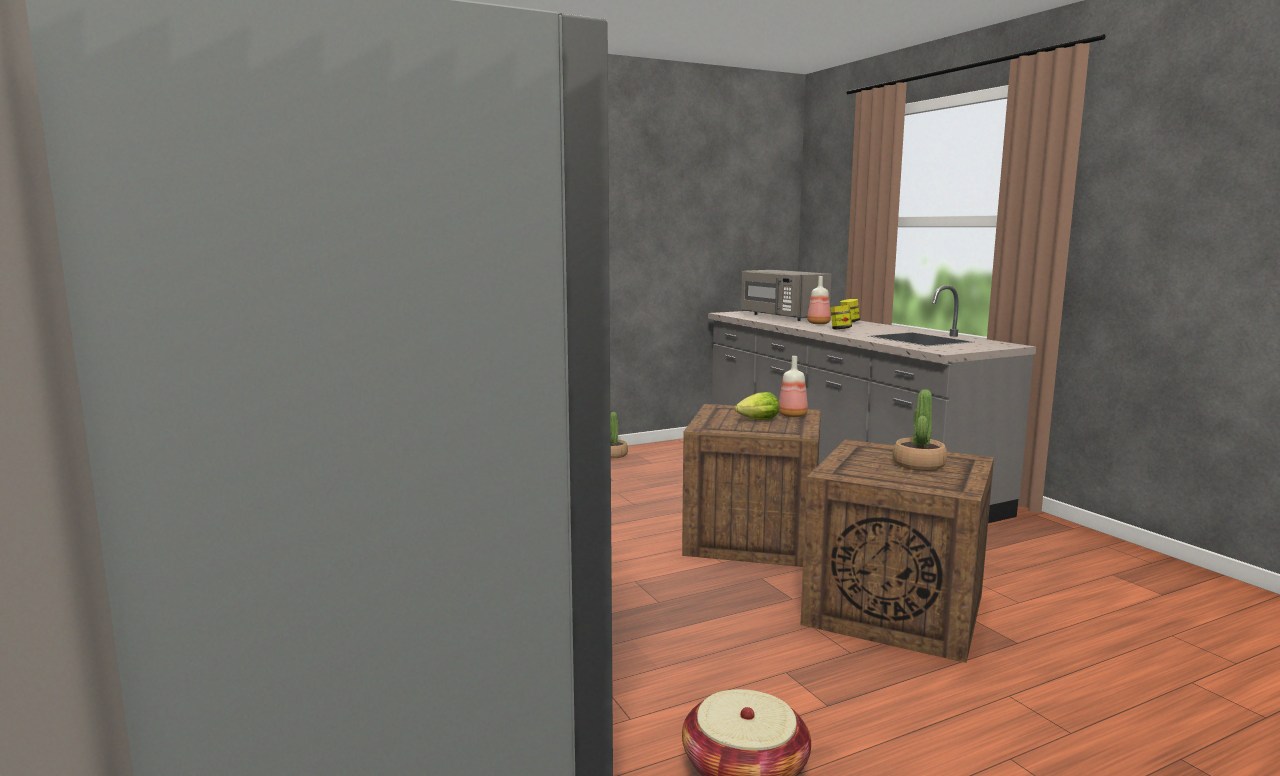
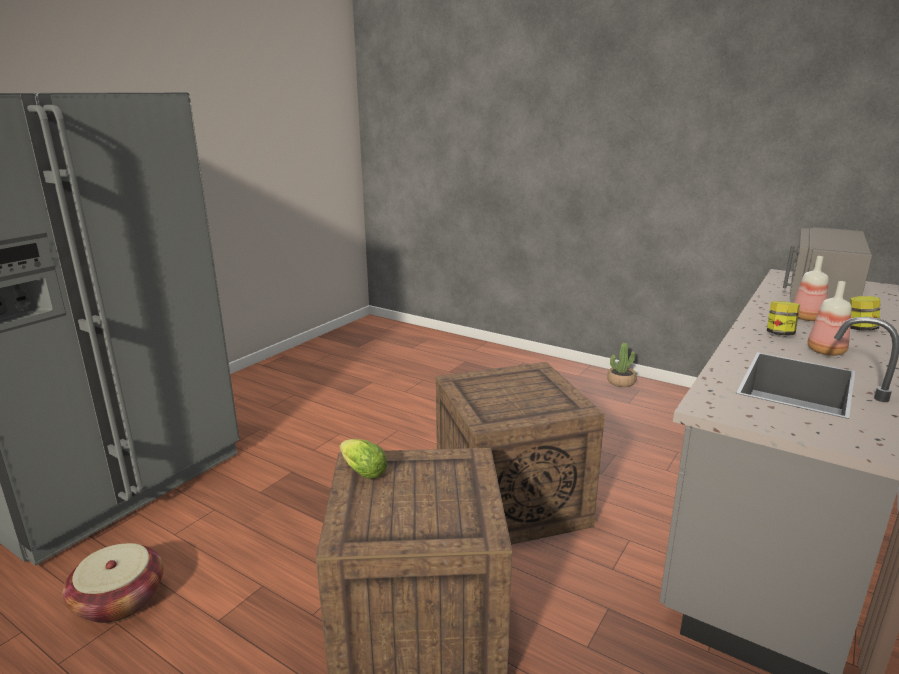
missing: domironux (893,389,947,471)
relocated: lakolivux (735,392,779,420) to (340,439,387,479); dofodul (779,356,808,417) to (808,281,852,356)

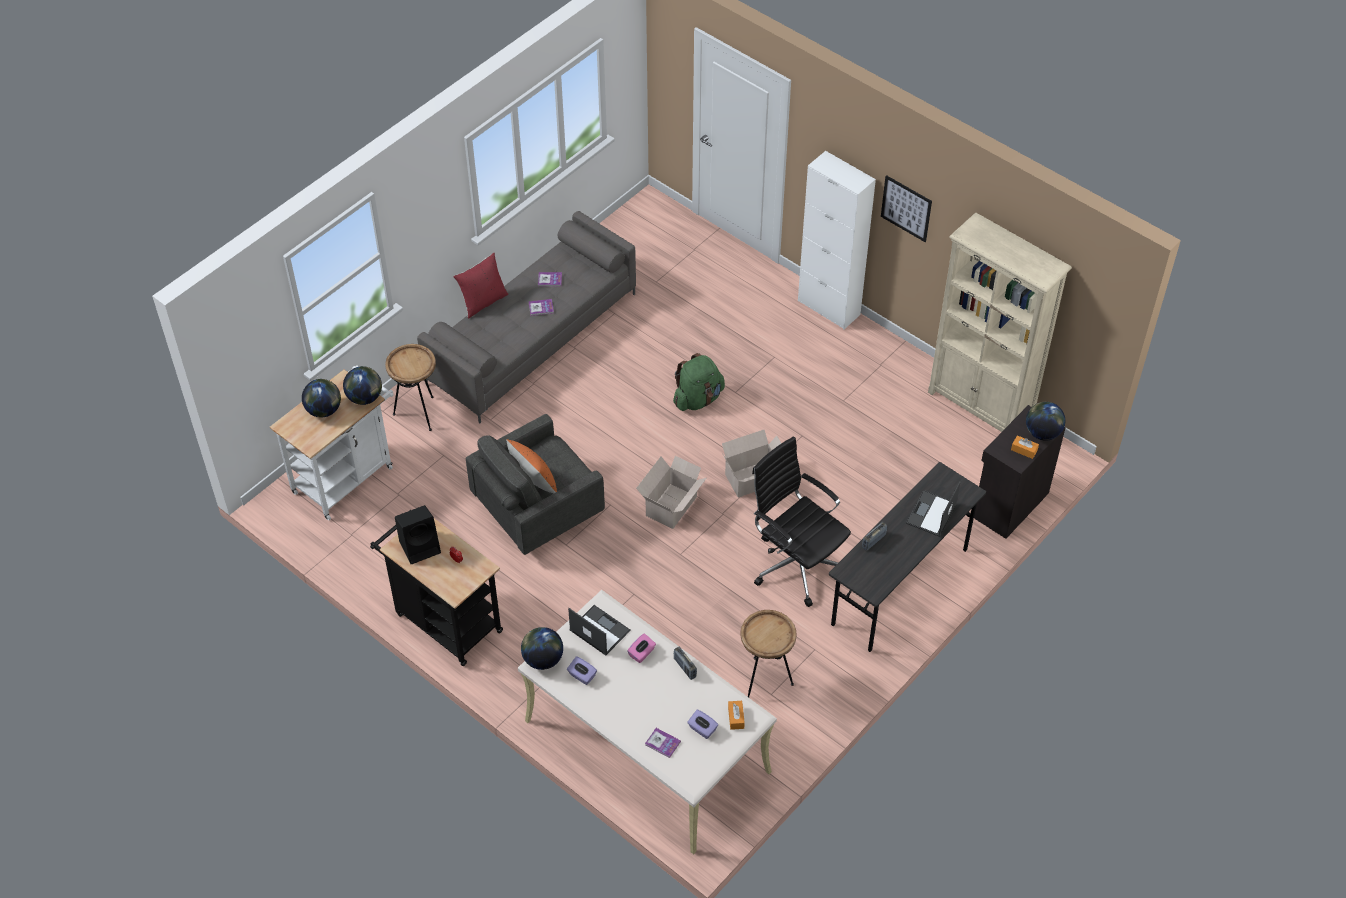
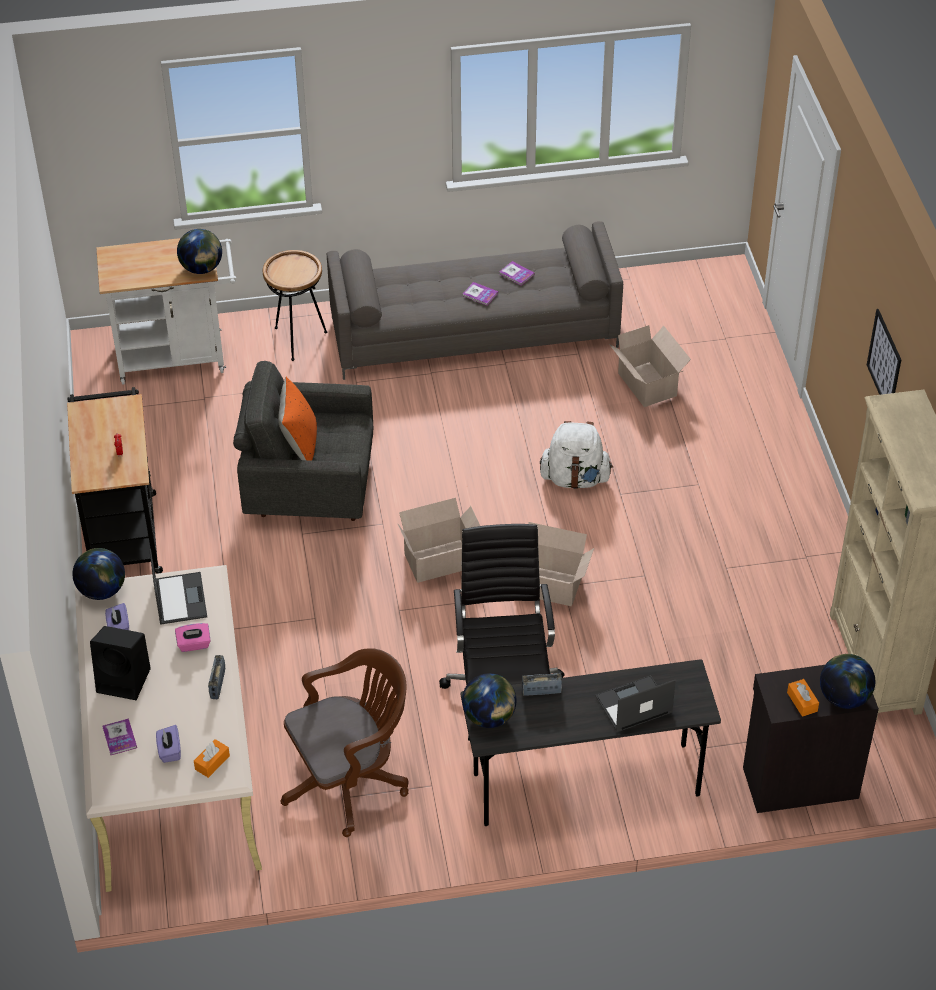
missing: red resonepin (453,252,508,319); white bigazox (798,151,876,329)
appeared: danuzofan (609,325,691,407)
relocated: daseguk (302,379,341,418) to (462,673,517,728); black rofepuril (395,505,441,564) to (90,626,151,700)
exchanged: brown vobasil (740,610,797,697) to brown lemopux (280,648,409,837)
colour: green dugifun (673,353,725,411) to white dugifun (540,421,613,489)

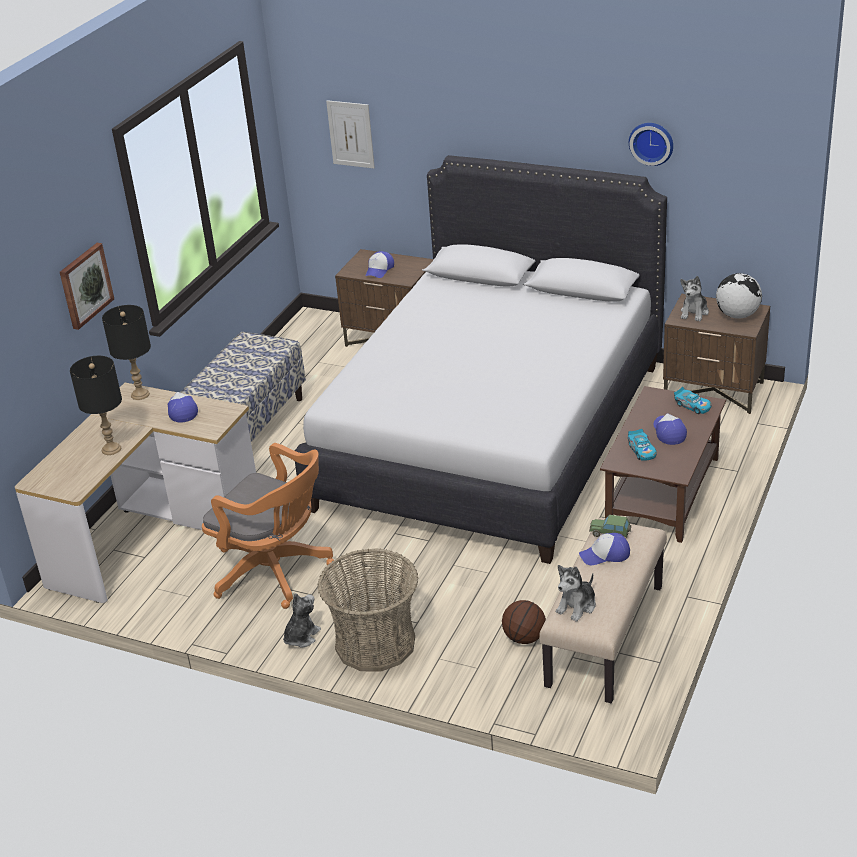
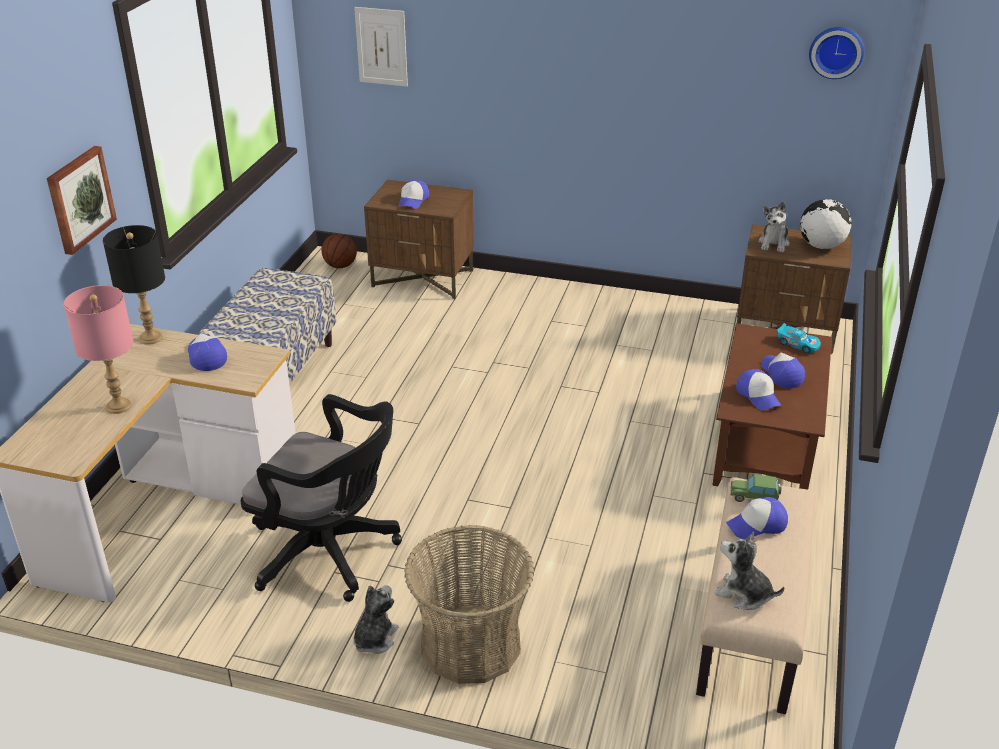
missing: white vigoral (295,155,667,564)
relocated: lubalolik (502,600,546,644) to (322,233,357,269); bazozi (629,123,673,166) to (809,27,864,79)
exchanged: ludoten (628,429,657,461) to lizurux (736,369,781,410)
colour: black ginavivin (70,356,122,455) to pink ginavivin (64,285,133,414); orange lemopux (202,443,334,609) to black lemopux (241,394,402,602)
spun: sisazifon (556,565,596,622) = (715,532,784,610) 90 degrees clockwise

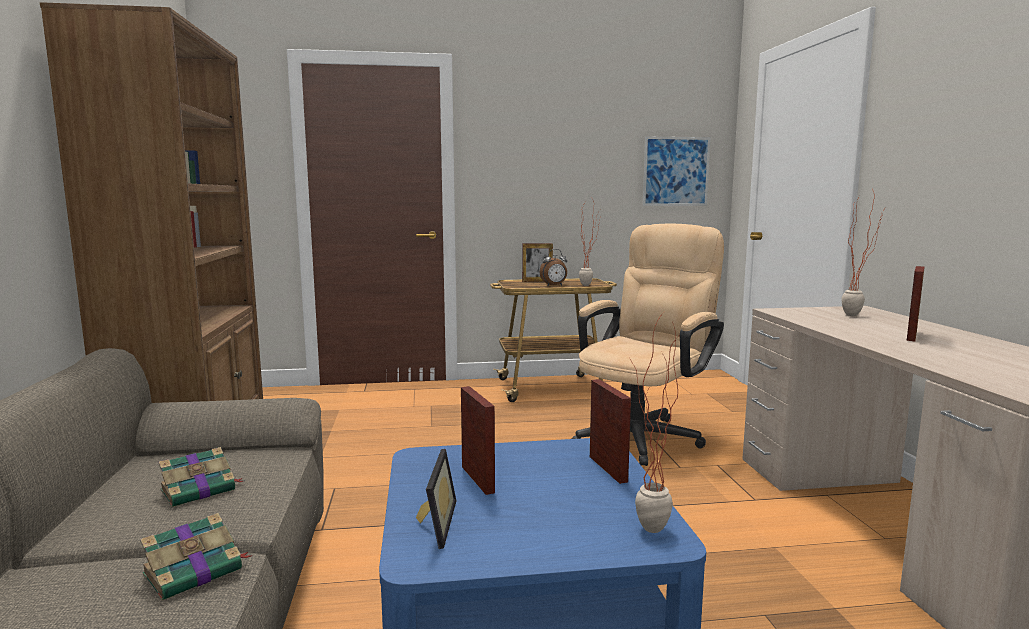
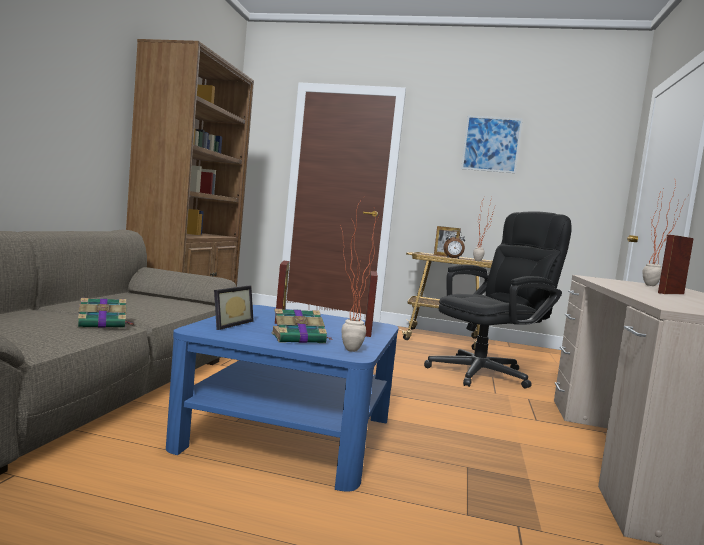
relocated: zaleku (159,447,243,507) to (272,309,334,343); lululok (643,137,711,206) to (461,116,523,173)
colour: beige lemopux (572,224,724,466) to black lemopux (424,211,572,389)

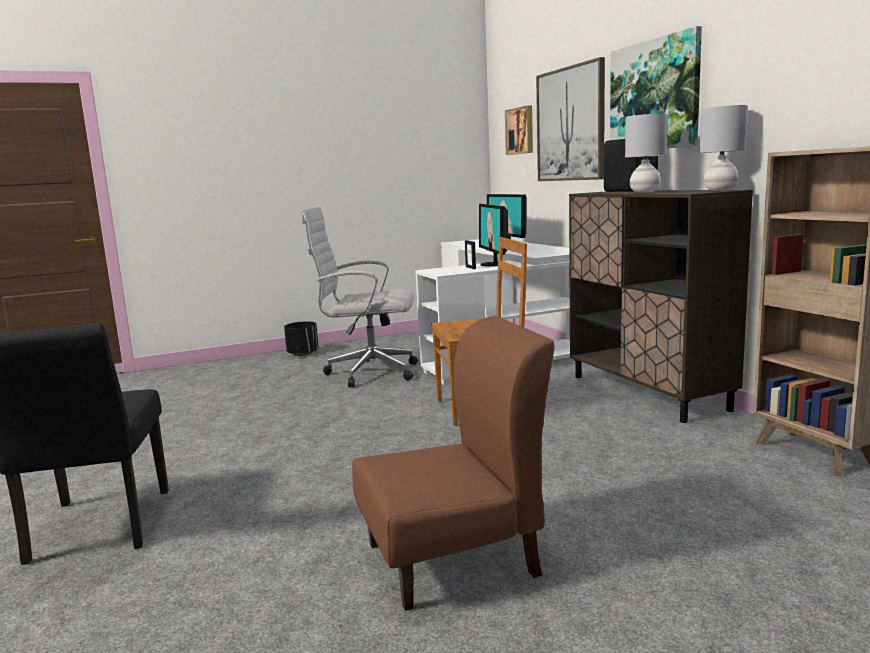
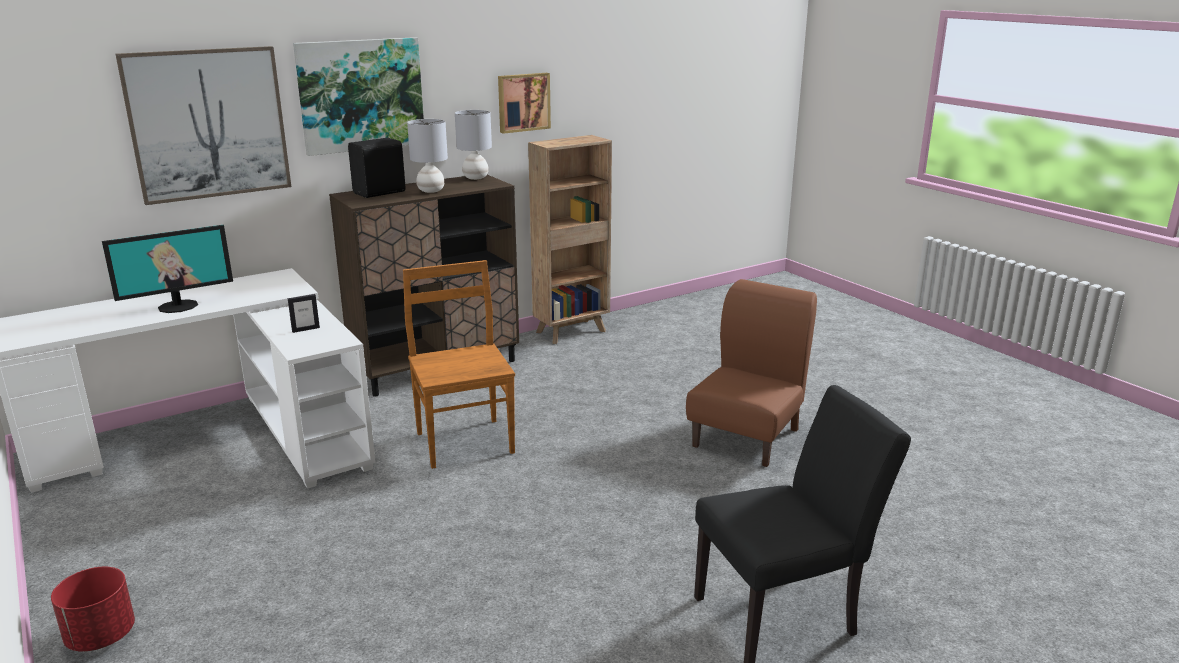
missing: white lemopux (302,207,418,387); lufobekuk (479,204,508,267)
relocated: lululok (505,105,533,155) to (498,73,551,134)
colour: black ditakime (284,321,319,356) to red ditakime (51,567,135,652)
spun: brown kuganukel (352,316,555,611) = (686,279,817,467) 60 degrees clockwise

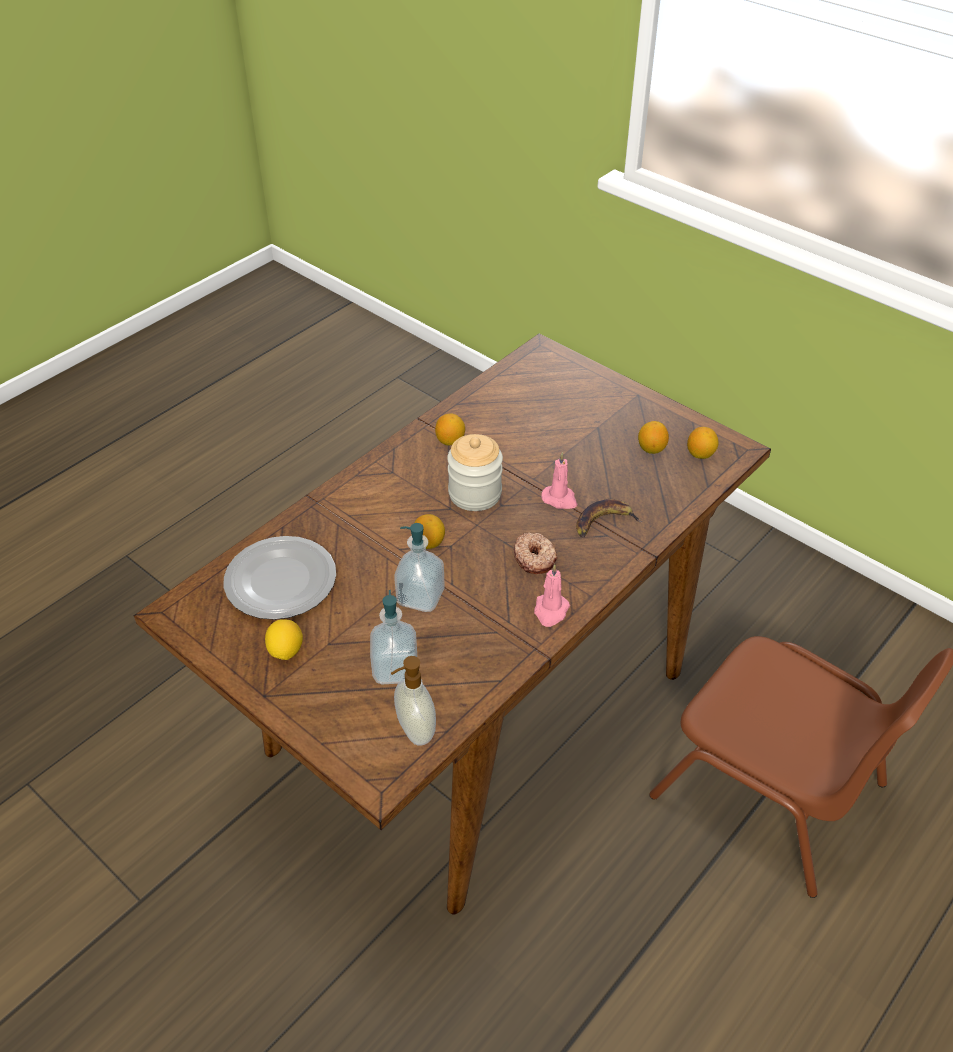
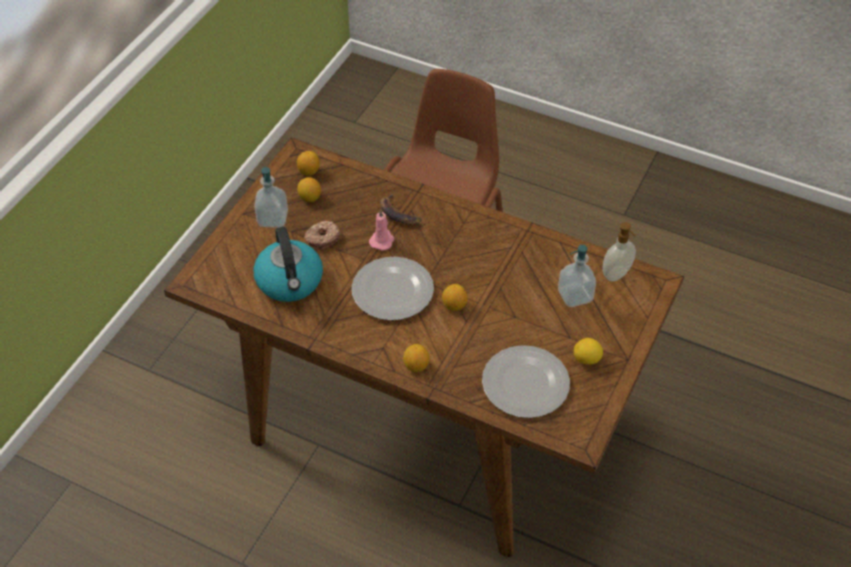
missing: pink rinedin (534,564,570,627)
appeared: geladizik (253,227,323,302)
relocated: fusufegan (394,523,445,612) to (254,167,288,228); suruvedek (435,413,465,445) to (403,344,430,372); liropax (514,533,558,574) to (304,220,340,250)
exchanged: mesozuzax (447,434,503,511) to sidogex (352,257,434,320)

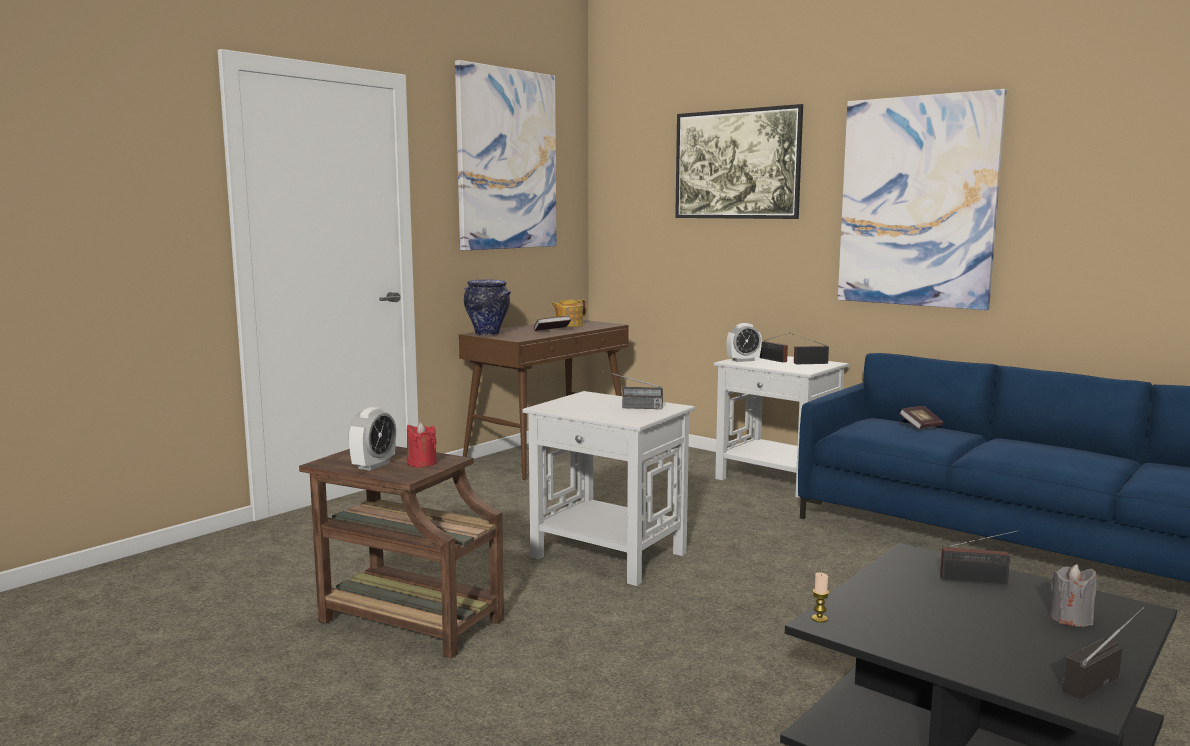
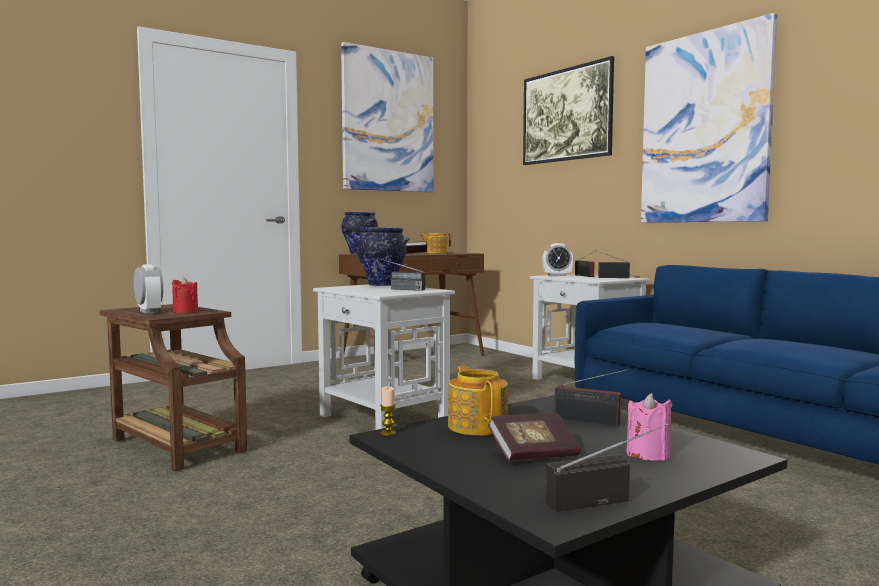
appeared: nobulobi (355,227,410,286); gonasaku (448,366,508,435)
relocated: zaleku (899,406,943,429) to (488,413,581,461)
colour: grey rinedin (1050,564,1097,627) to pink rinedin (627,393,672,461)
spun: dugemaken (348,407,396,471) = (134,264,163,314) 75 degrees counterclockwise

